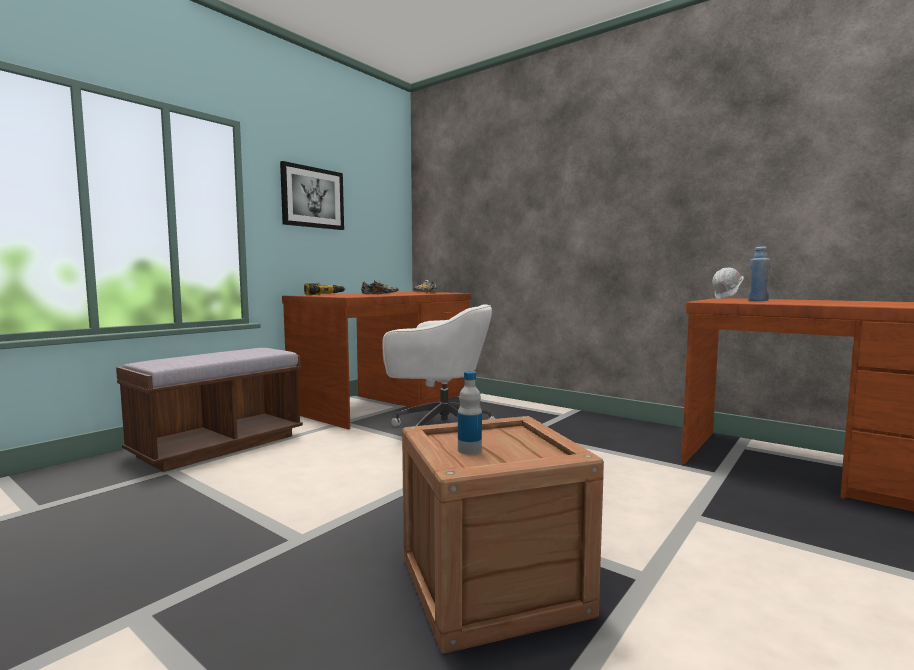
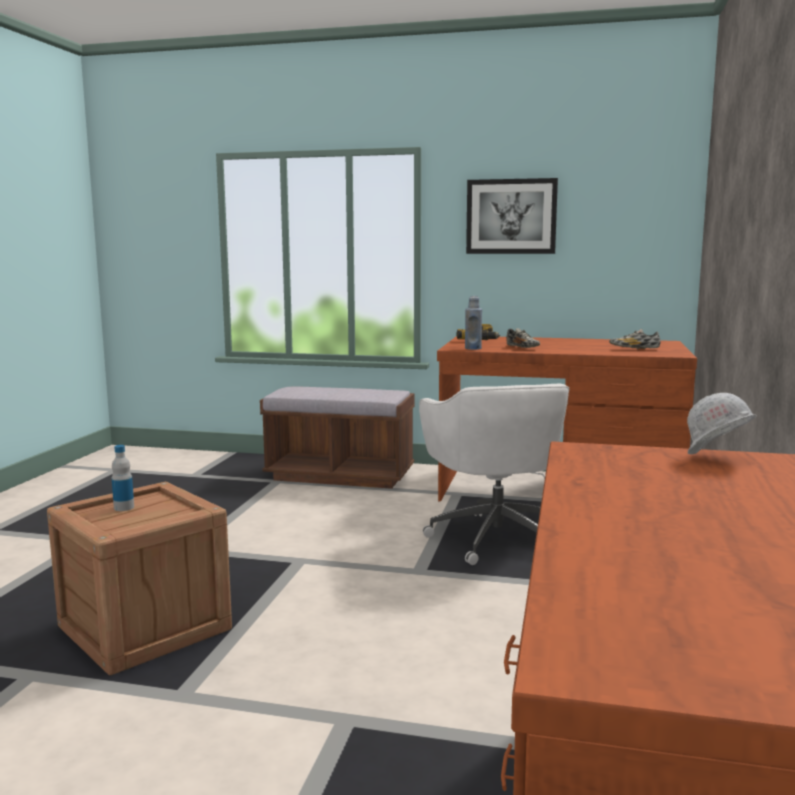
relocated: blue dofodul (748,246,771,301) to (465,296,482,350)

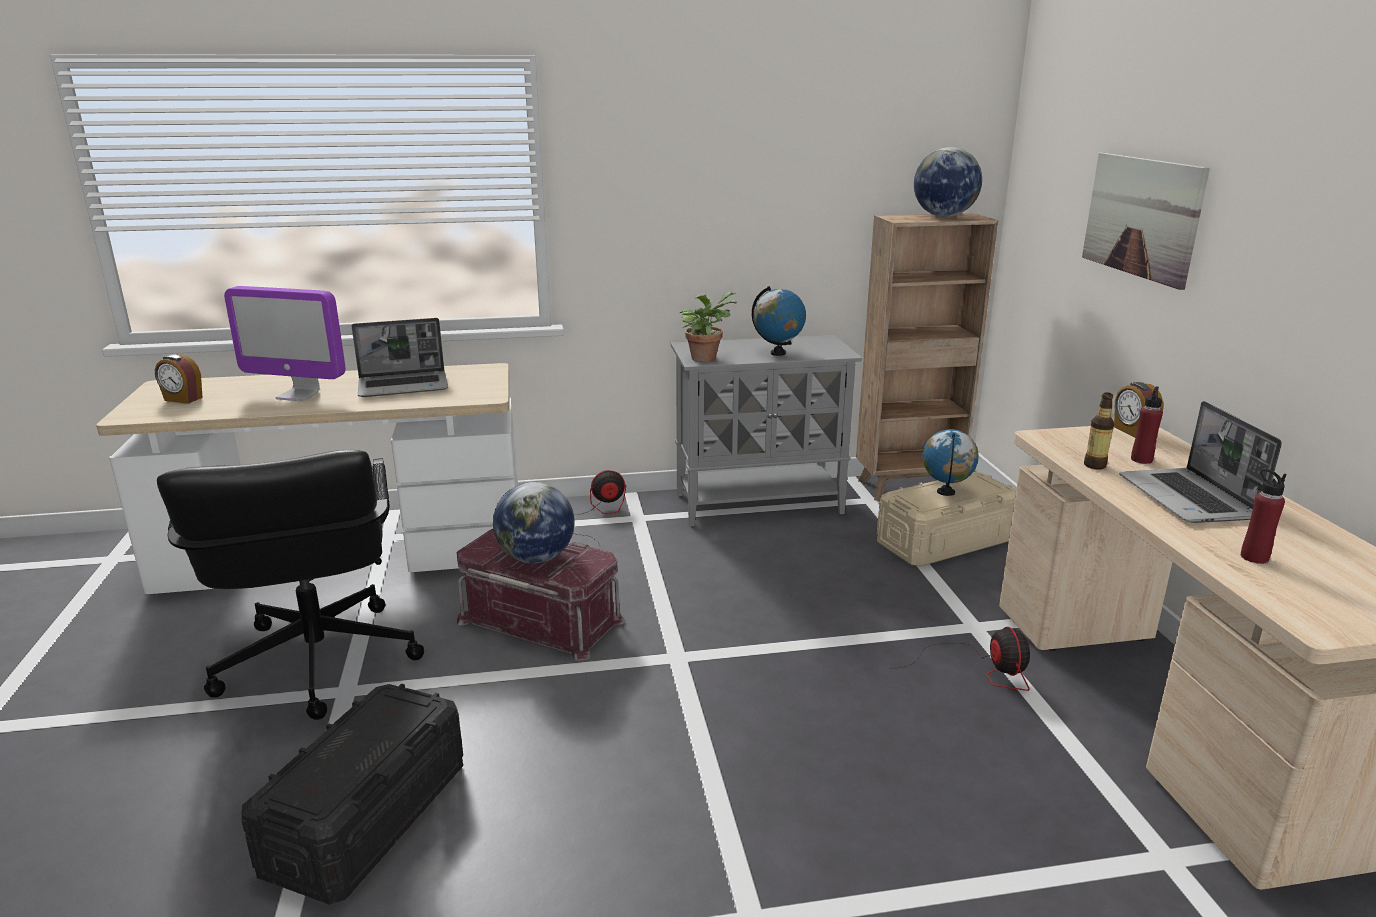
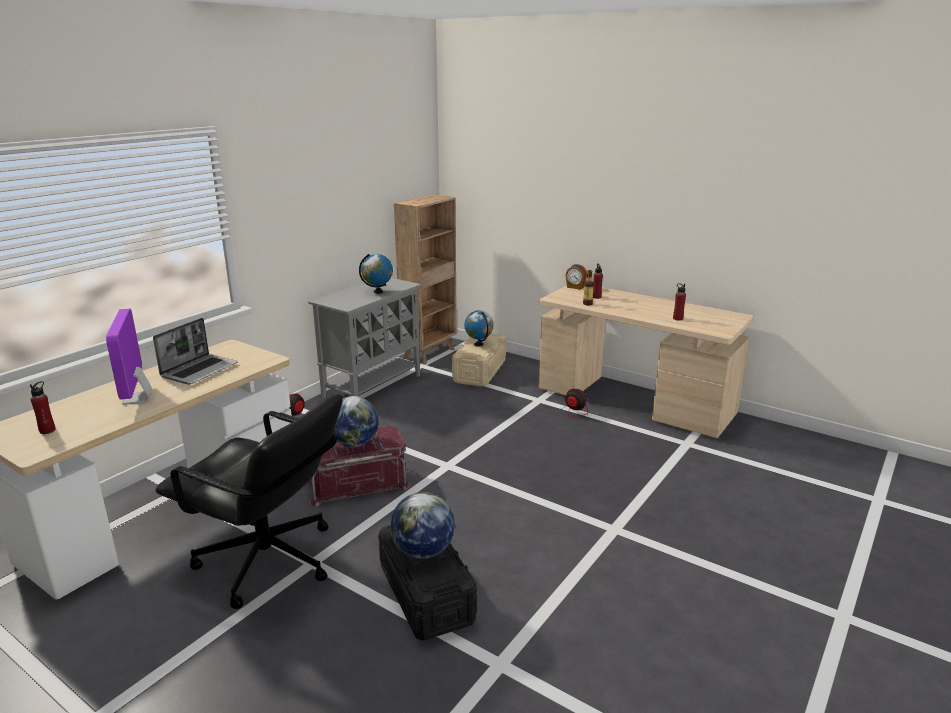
missing: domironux (680,292,737,362); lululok (1082,152,1210,290); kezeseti (1119,401,1282,523)
relocated: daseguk (914,147,982,217) to (390,492,455,559)
exchanged: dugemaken (155,354,202,404) to red dofodul (30,381,55,434)
spun: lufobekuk (224,286,346,401) = (106,308,152,405) 105 degrees clockwise

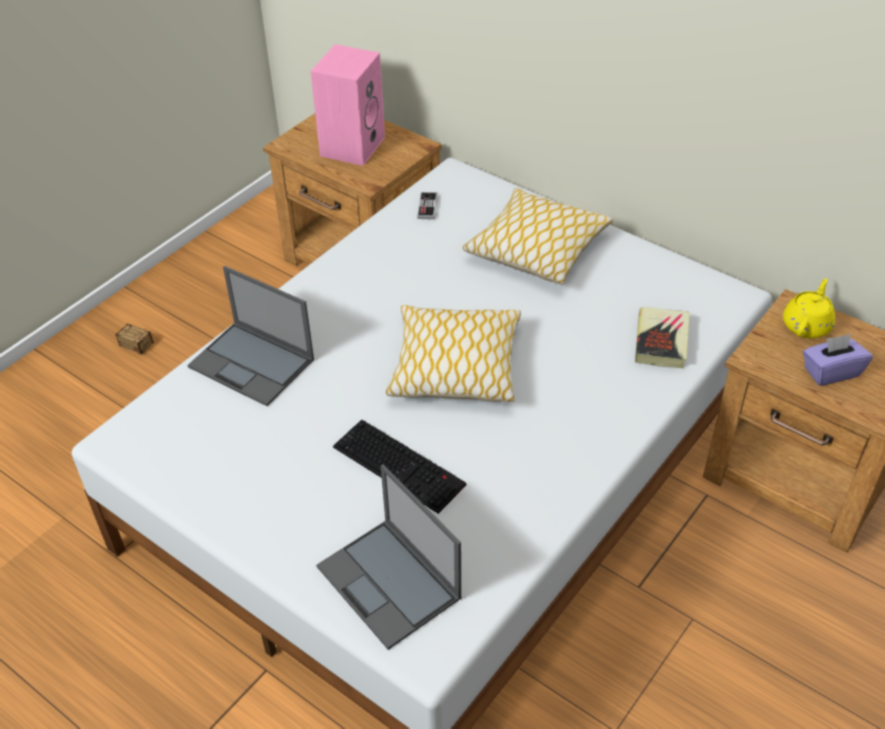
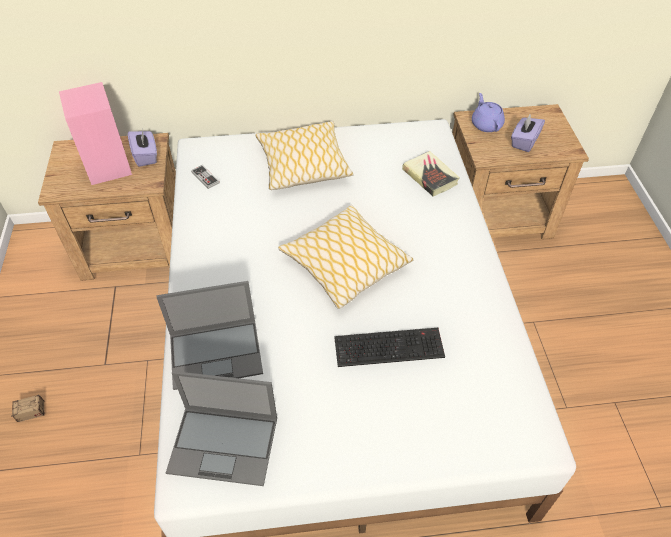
appeared: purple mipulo (128,130,157,167)
relocated: kezeseti (316,464,461,650) to (166,371,277,486)
colour: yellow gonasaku (783,279,835,338) to purple gonasaku (472,93,505,132)

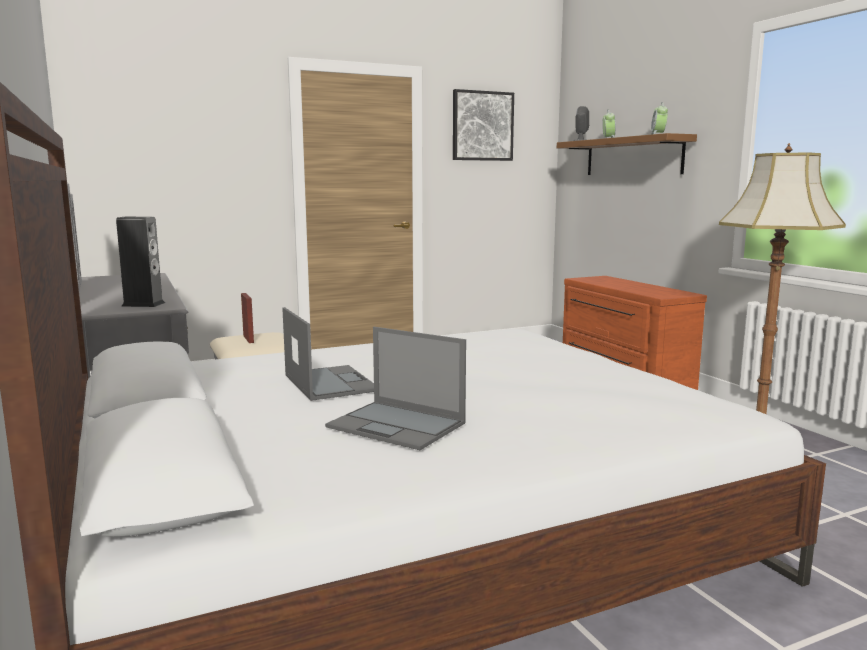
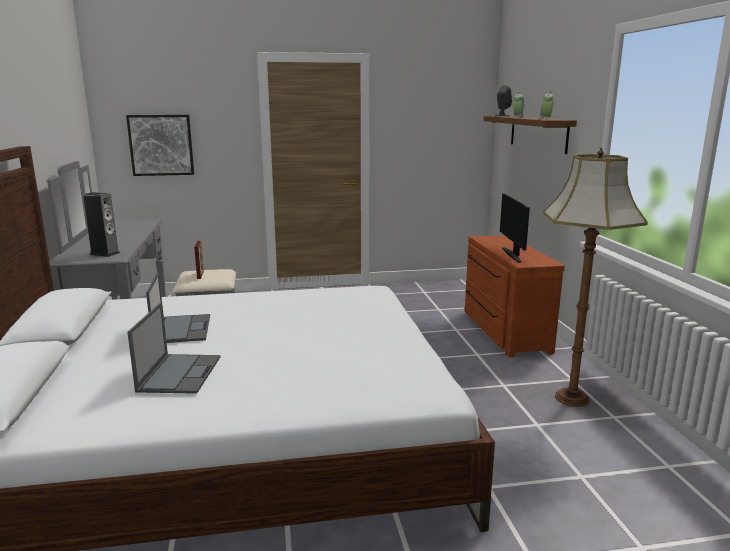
appeared: lufobekuk (500,194,530,263)
relocated: lululok (453,89,514,161) to (126,115,194,176)
spun: kezeseti (325,327,466,450) = (127,302,220,394) 135 degrees counterclockwise

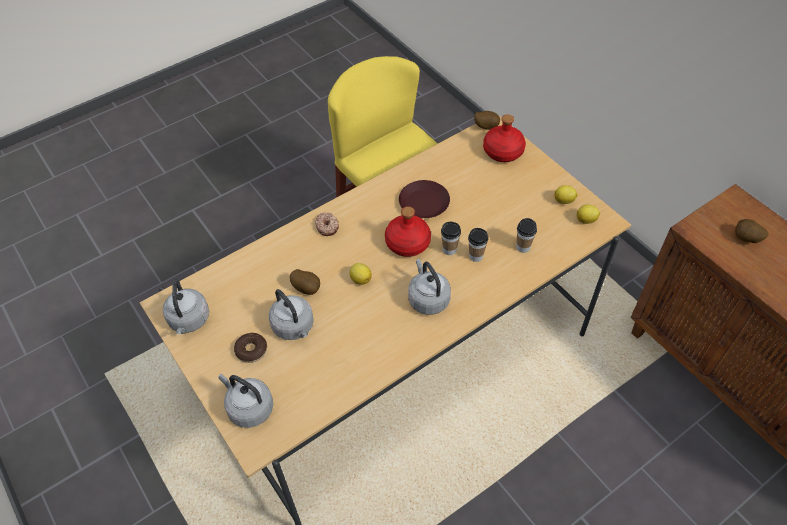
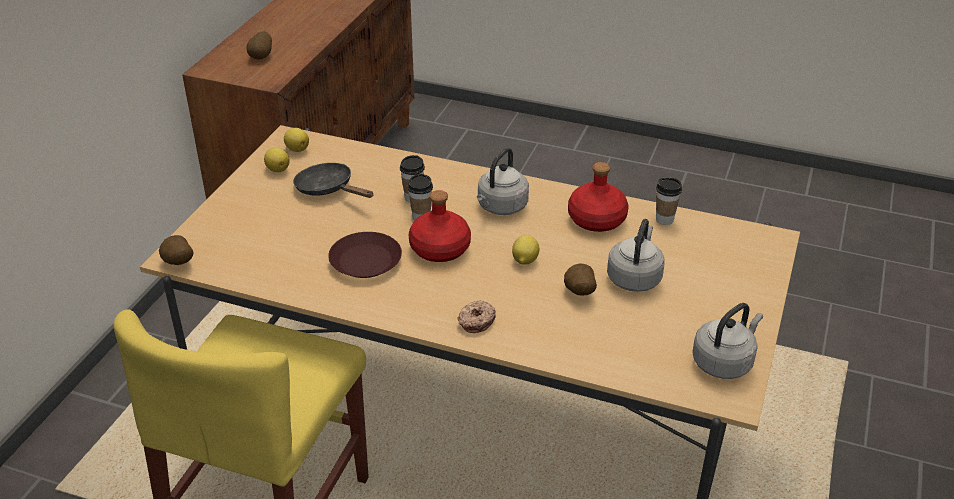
missing: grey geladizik (219,374,273,428); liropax (234,333,267,363)
appeared: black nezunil (293,163,374,198)
relocated: red dofodul (483,114,526,162) to (568,162,628,232); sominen (516,218,537,253) to (656,177,682,225)

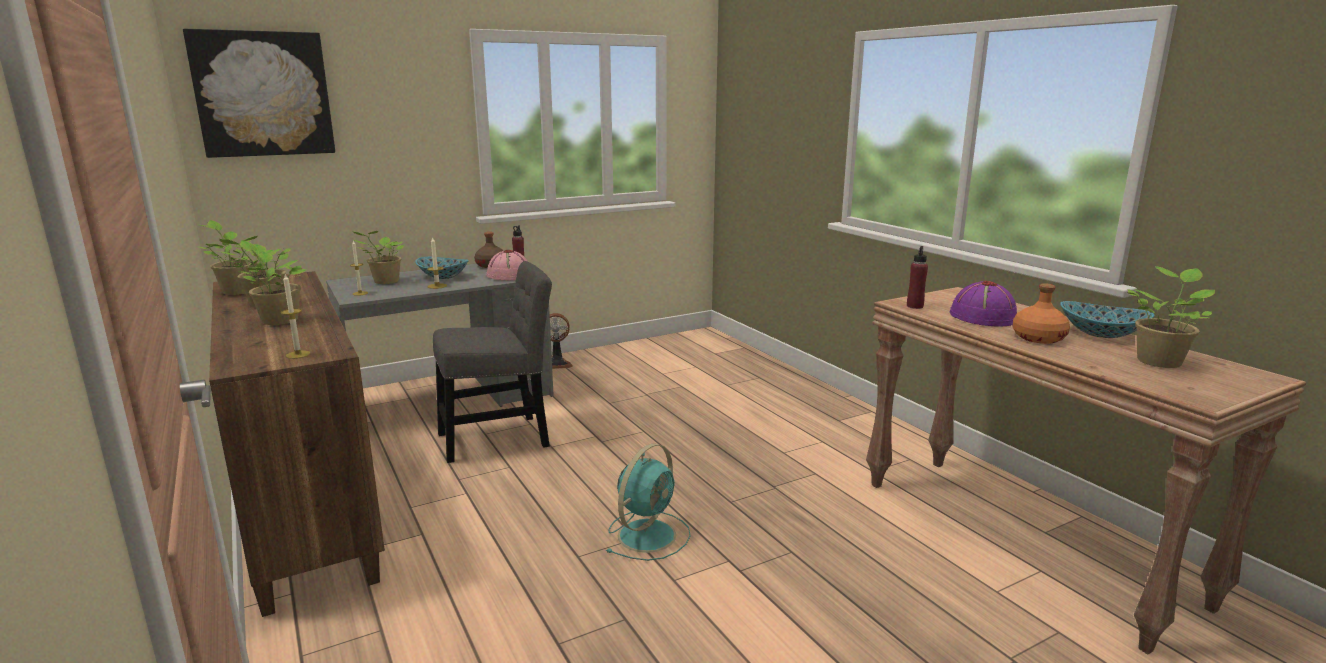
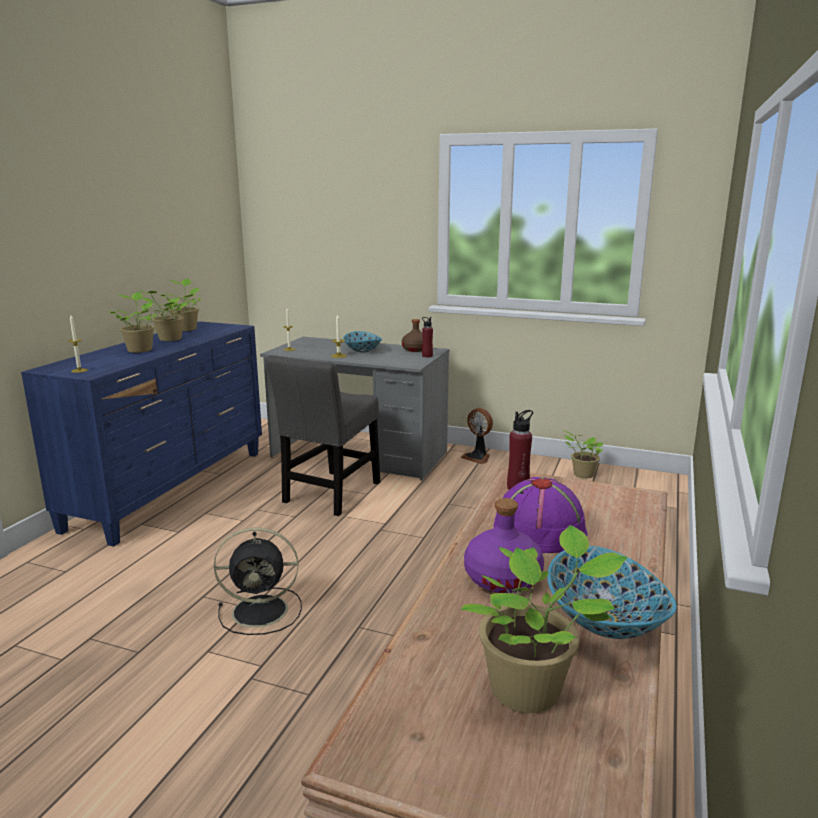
missing: lululok (183,29,335,158); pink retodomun (486,250,528,280)
relocated: domironux (353,231,404,284) to (563,430,603,479)
colour: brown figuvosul (209,271,385,617) to blue figuvosul (21,321,262,547); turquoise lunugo (606,444,691,561) to black lunugo (214,527,302,635); orange dofodul (1012,283,1070,344) to purple dofodul (464,498,544,593)
spun: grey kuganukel (433,261,552,463) = (266,355,380,516) 90 degrees clockwise

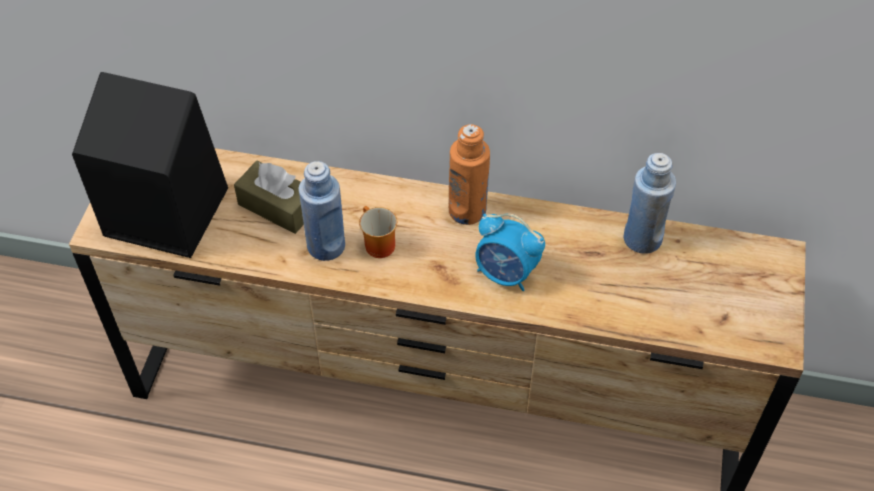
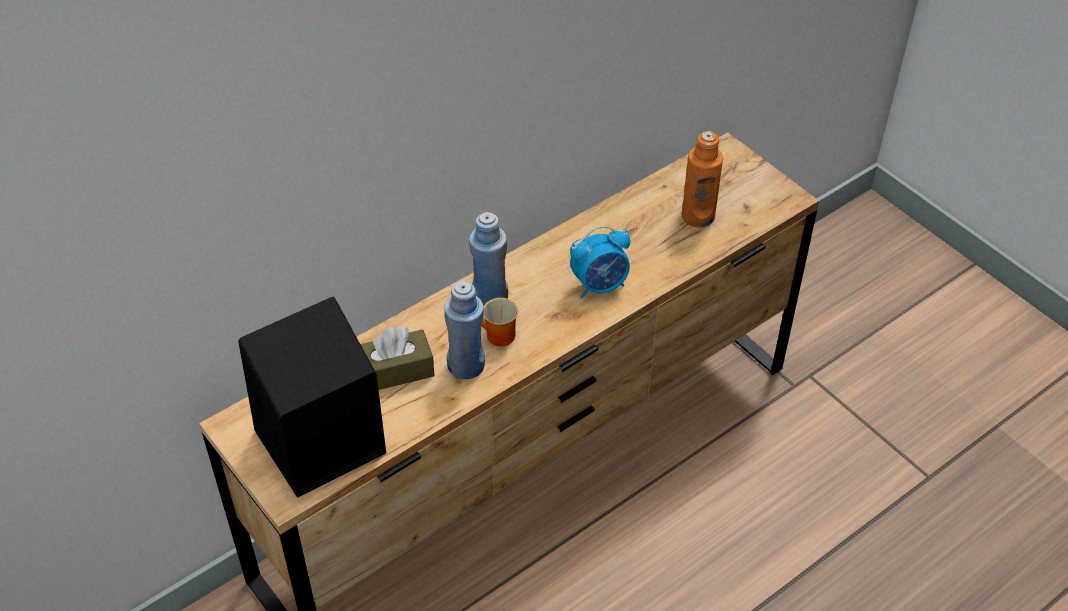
relocated: orange dofodul (449,124,490,225) to (682,131,723,228); blue dofodul (624,153,676,254) to (469,212,508,306)

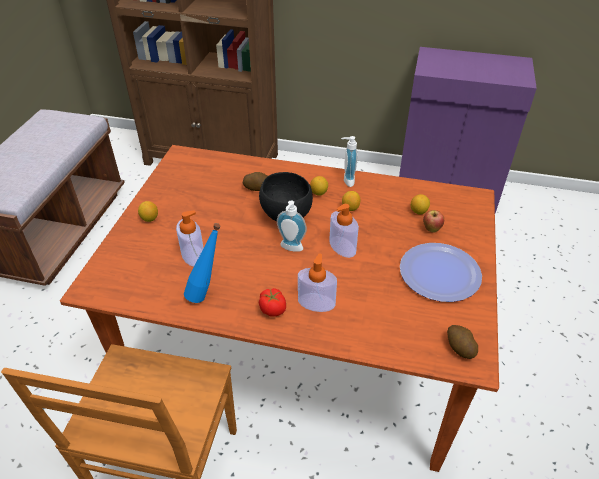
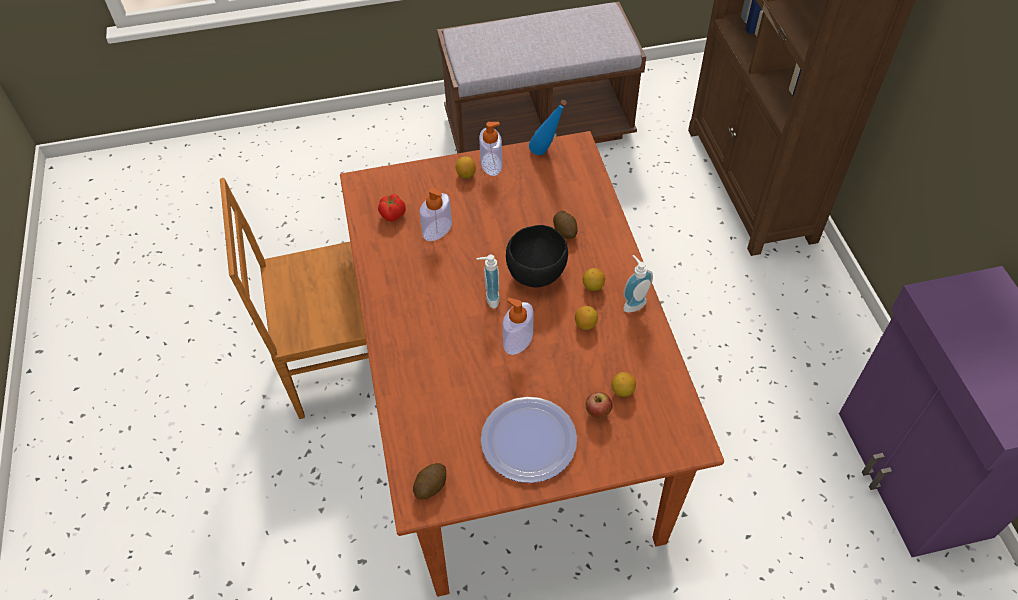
relocated: blue dofodul (184,223,221,303) to (529,100,567,155); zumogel (259,288,286,317) to (378,194,406,222); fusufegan (298,254,337,312) to (479,122,503,176)

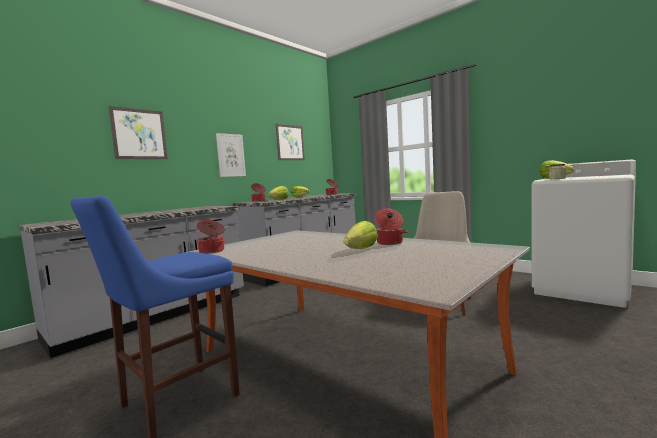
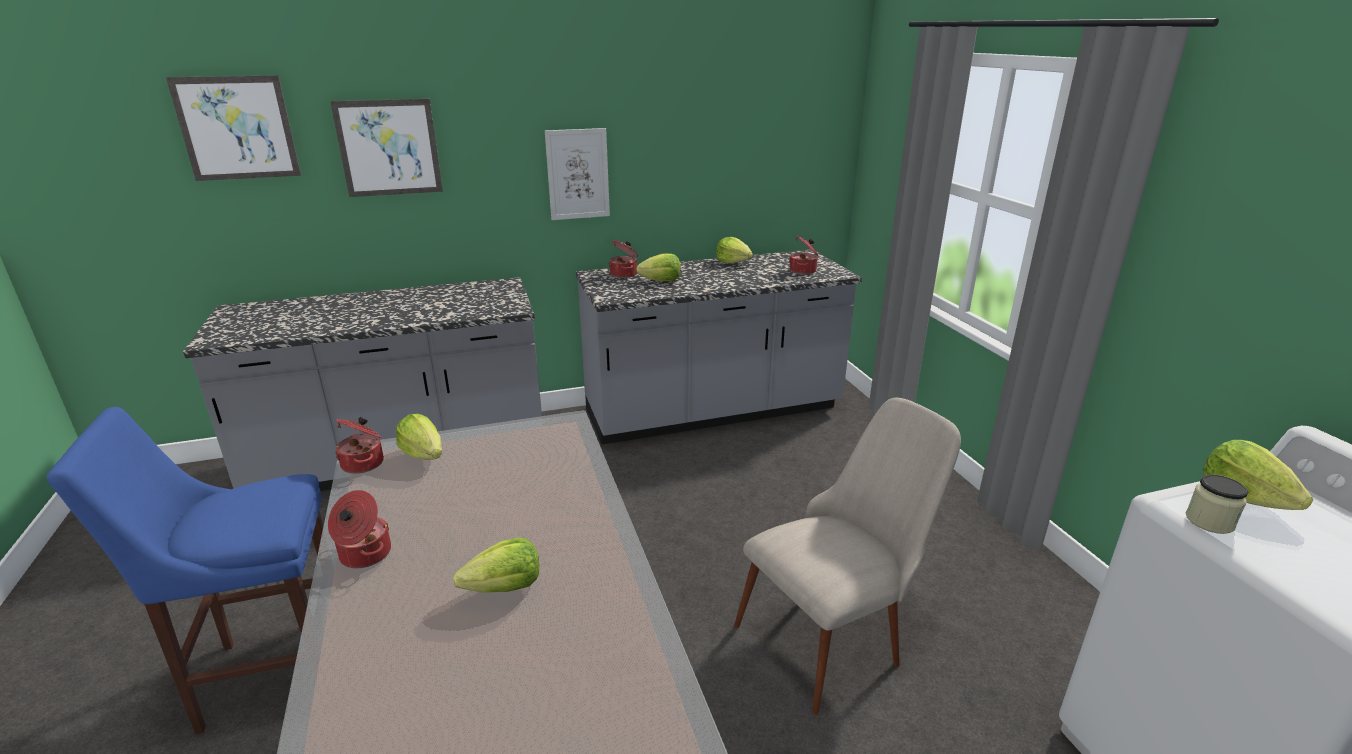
appeared: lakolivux (395,413,442,460)
relocated: lululok (276,124,305,160) to (166,75,301,181); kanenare (375,208,408,245) to (328,490,391,568)

